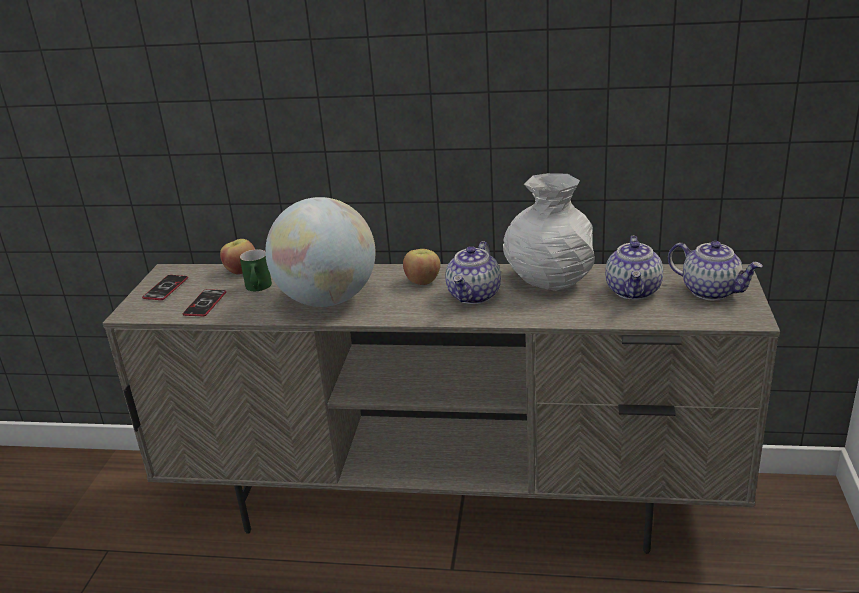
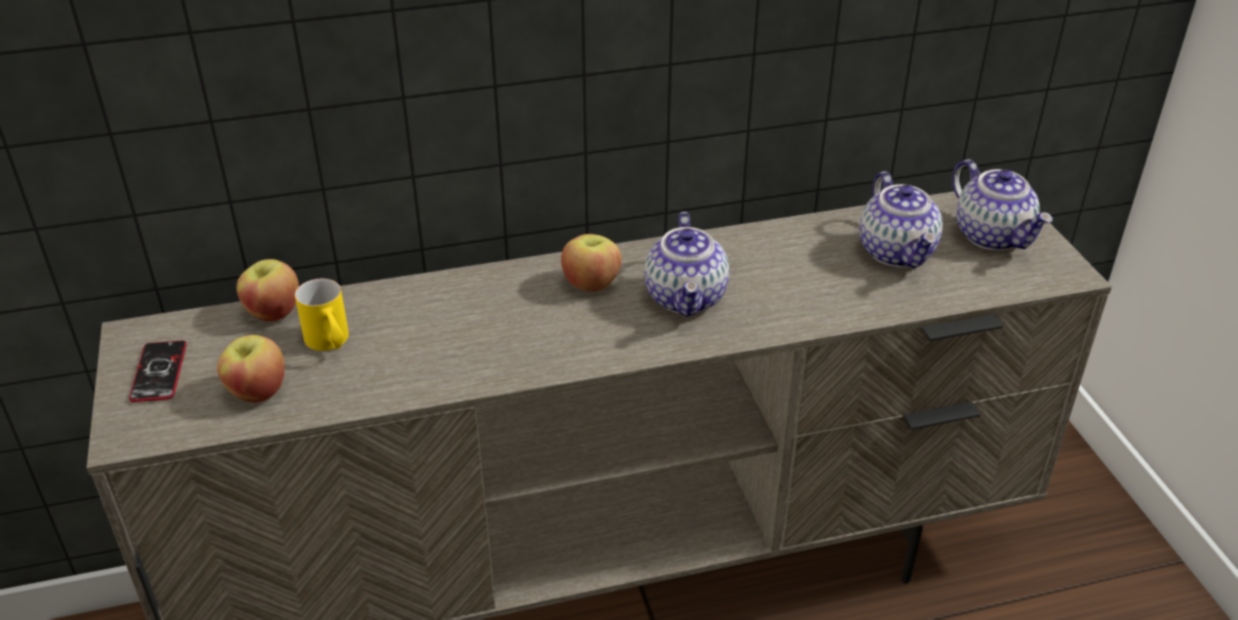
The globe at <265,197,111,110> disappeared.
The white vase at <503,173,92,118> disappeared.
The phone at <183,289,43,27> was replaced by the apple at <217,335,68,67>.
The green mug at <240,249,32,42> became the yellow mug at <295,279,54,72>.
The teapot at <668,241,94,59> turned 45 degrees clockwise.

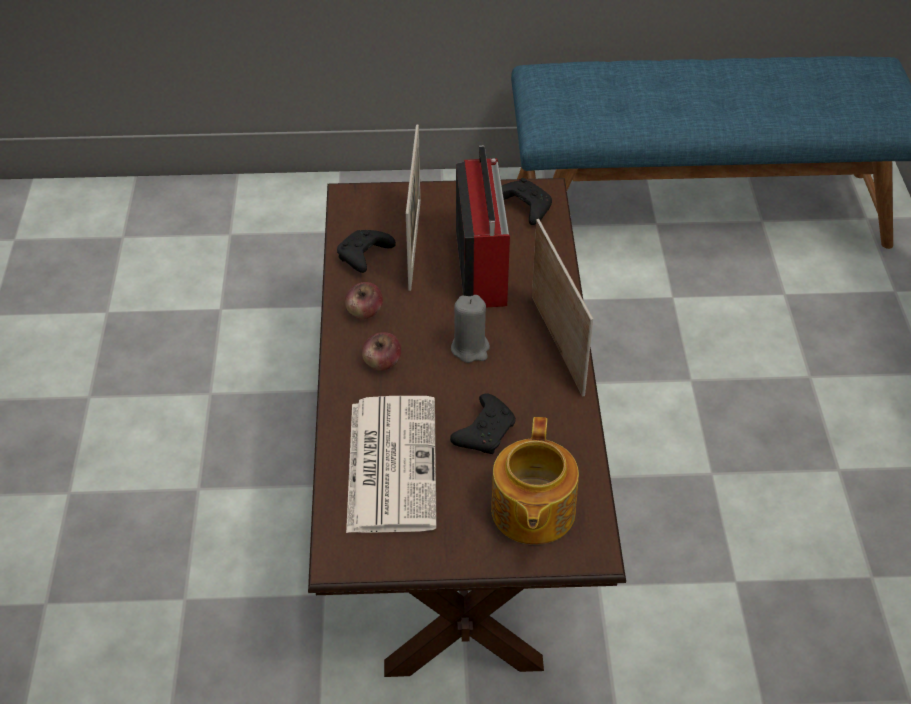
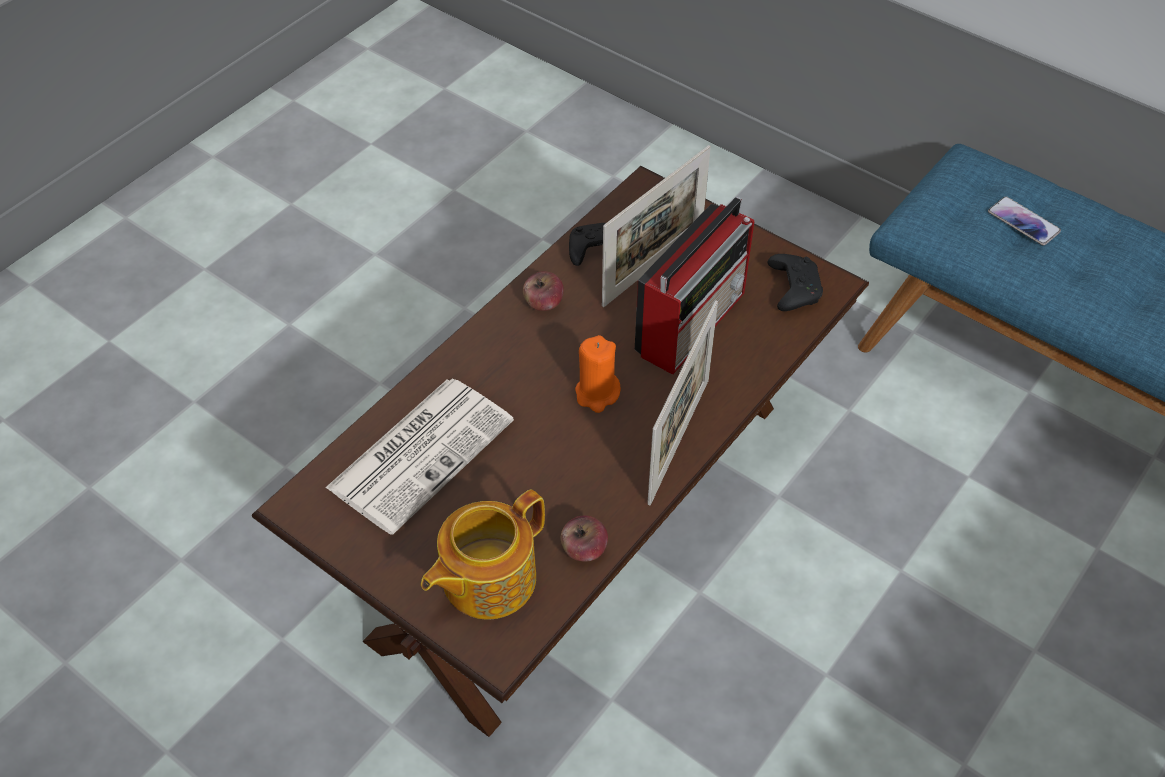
The black game controller at <450,393,66,61> disappeared.
The phone at <988,197,73,49> appeared.
The apple moved from <362,332,39,39> to <561,515,47,47>.
The grey candle at <451,295,39,68> became the orange candle at <575,335,46,78>.

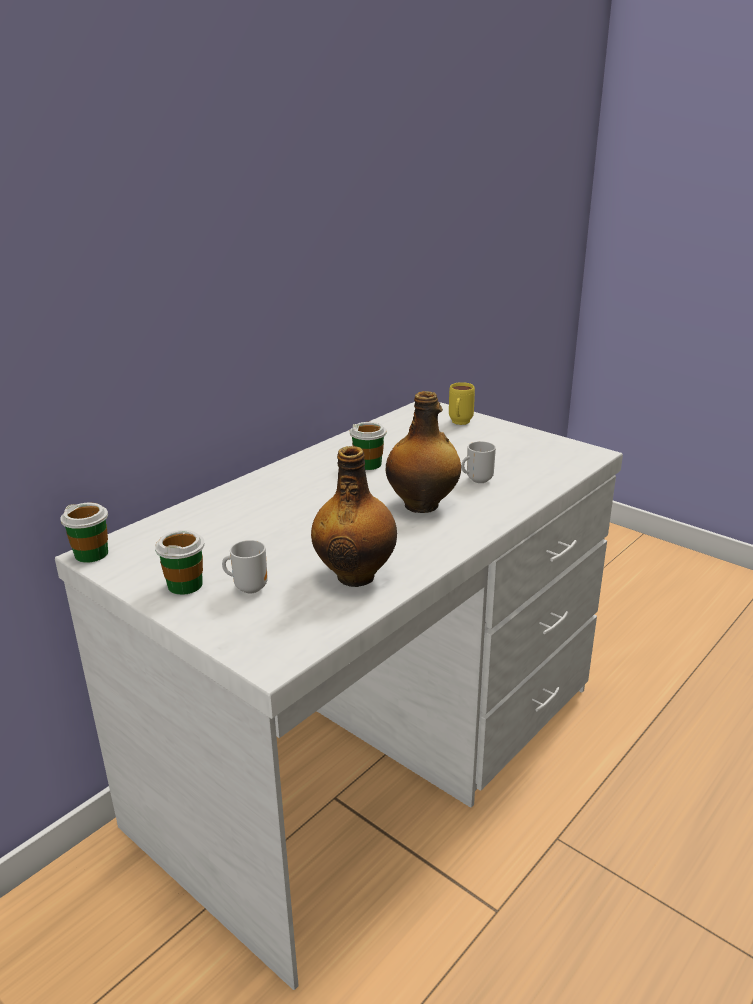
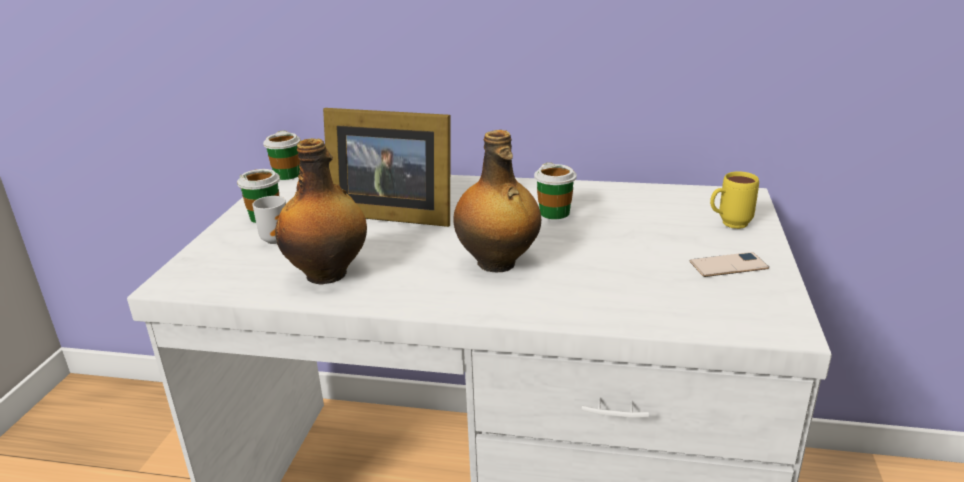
The mug at <461,441,35,42> disappeared.
The picture frame at <323,108,128,119> appeared.
The phone at <690,252,79,25> appeared.

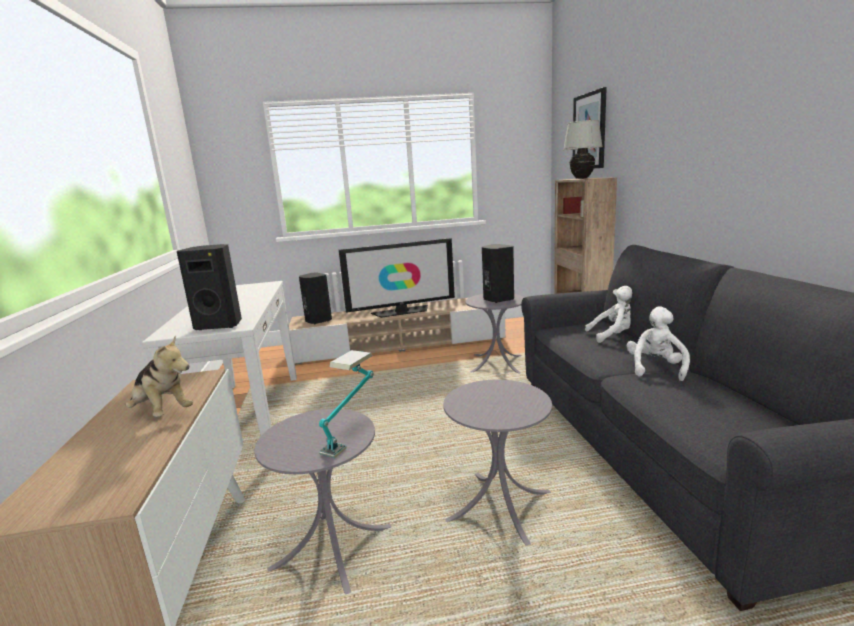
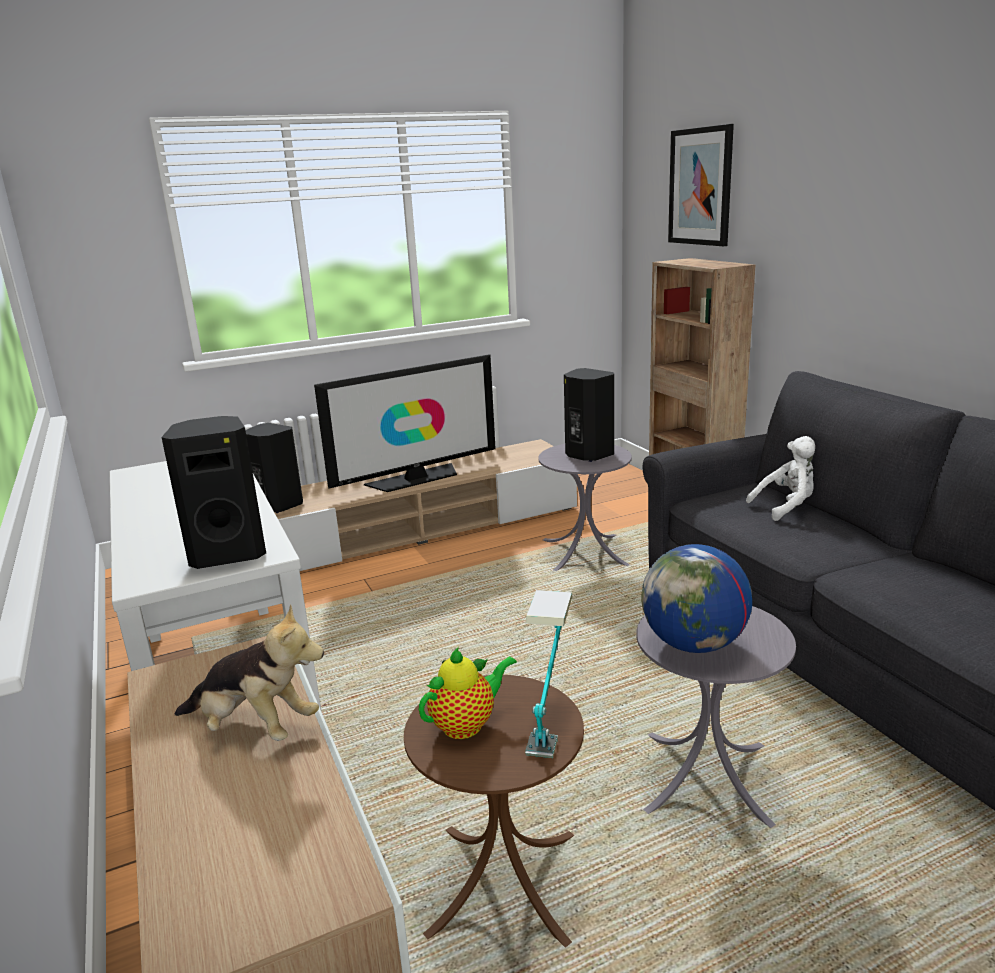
The white table lamp at <563,120,40,59> disappeared.
The white plush toy at <627,306,63,75> disappeared.
The teapot at <418,647,99,92> appeared.
The globe at <641,544,111,109> appeared.
The grey side table at <255,409,137,186> became the brown side table at <404,675,180,272>.

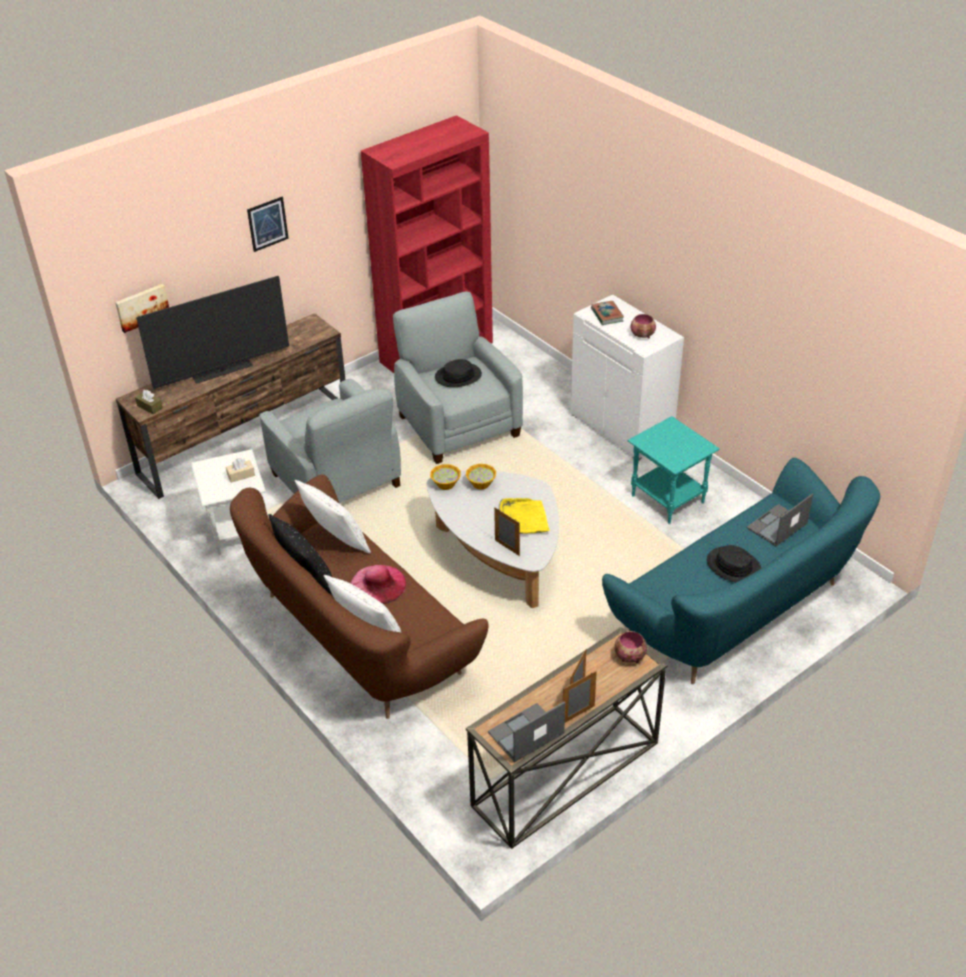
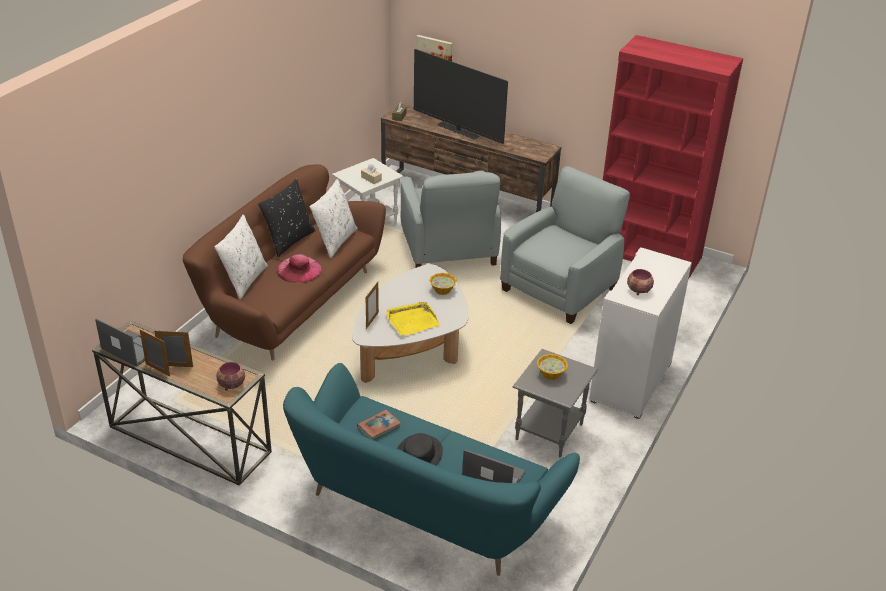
The picture at <247,197,42,55> disappeared.
The black hat at <435,359,47,28> disappeared.
The bowl moved from <430,464,31,26> to <537,354,31,26>.
The book moved from <591,301,33,24> to <357,410,44,30>.
The turquoise side table at <627,416,93,108> became the grey side table at <512,349,86,108>.
The grey armchair at <259,379,142,124> turned 45 degrees counterclockwise.

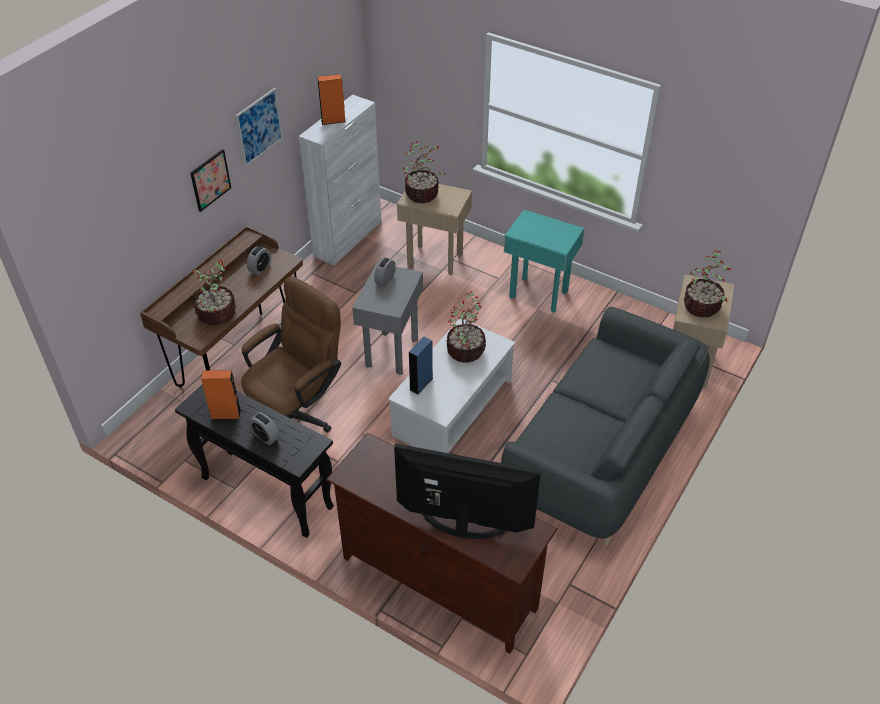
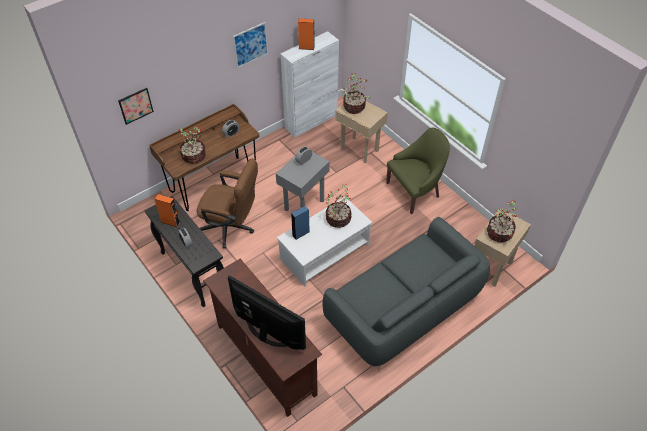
The picture moved from <190,149,41,63> to <118,88,36,37>.
The turquoise side table at <504,210,80,103> was replaced by the green armchair at <386,128,64,86>.
The brown office chair at <241,276,100,156> turned 45 degrees clockwise.

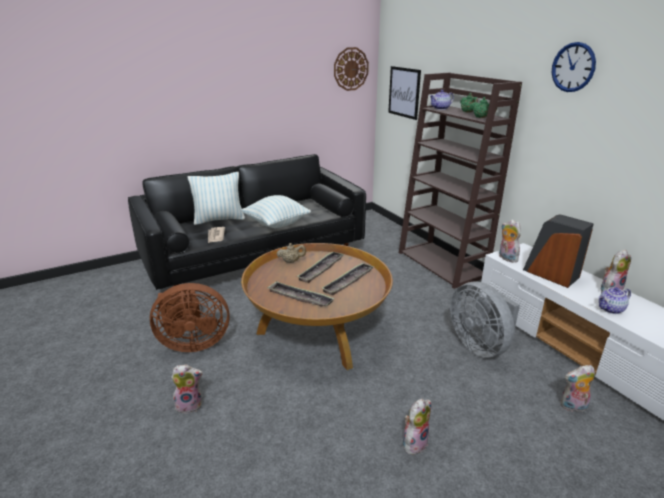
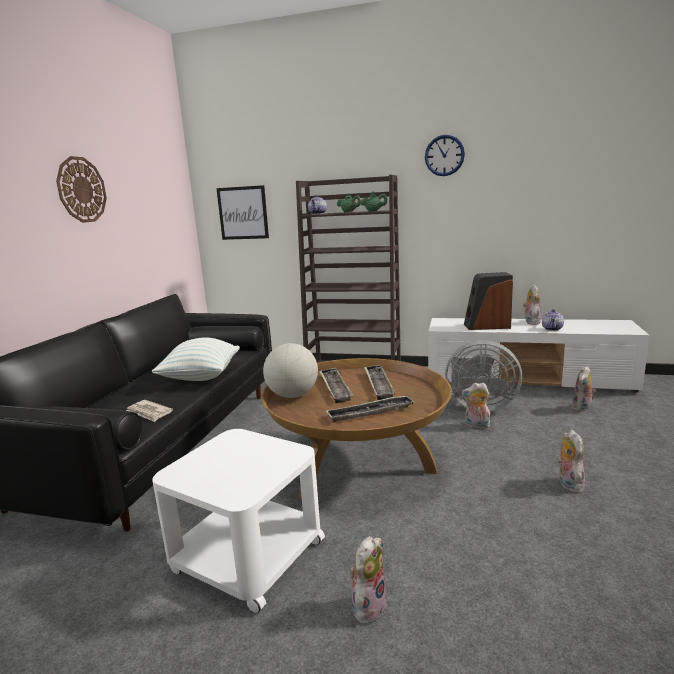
The pillow at <188,172,57,53> disappeared.
The wall clock moved from <334,47,35,44> to <56,156,51,67>.
The plush toy moved from <499,220,22,43> to <462,383,28,46>.
The brown fan at <150,283,80,69> was replaced by the white side table at <152,429,173,184>.
The beige teapot at <277,243,29,20> was replaced by the globe at <263,343,55,55>.

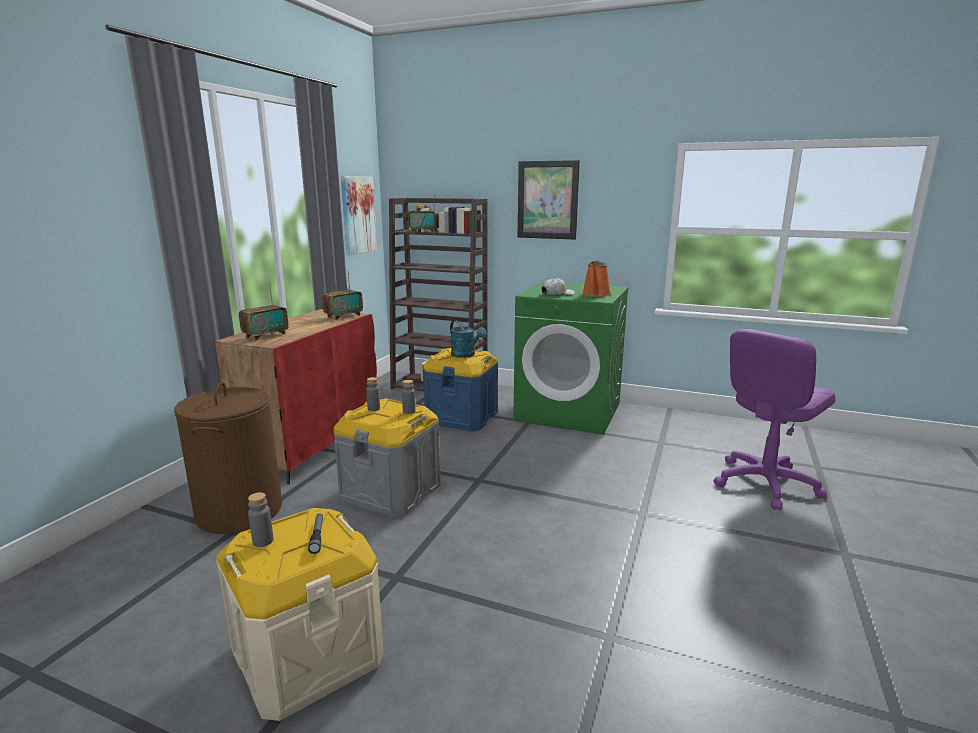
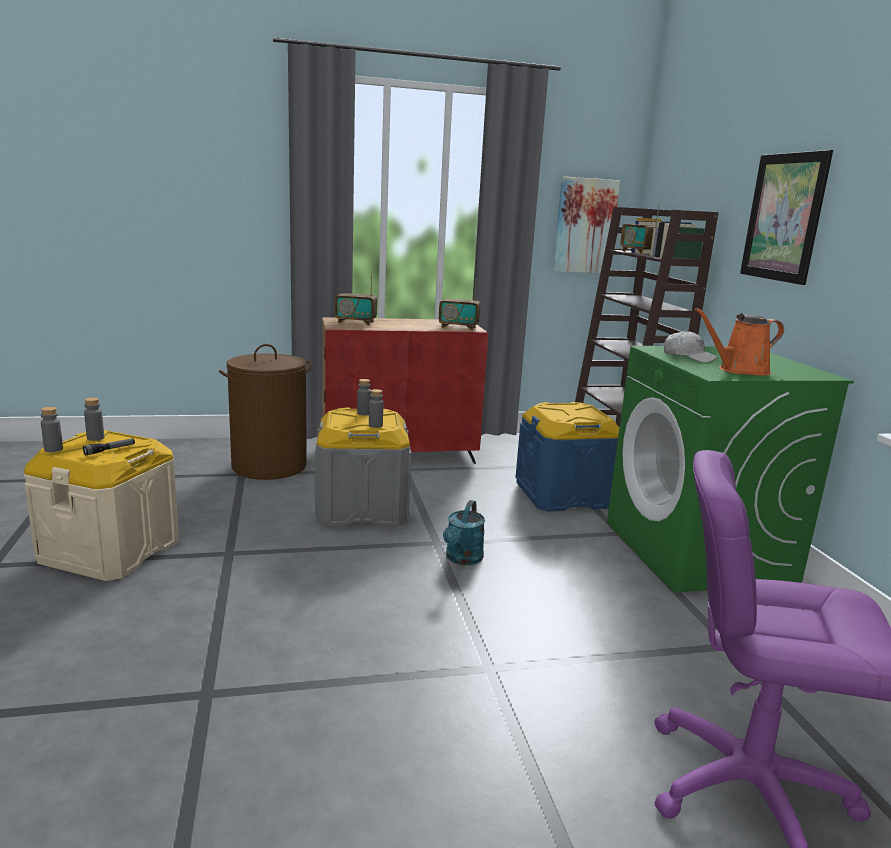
The grey bottle at <41,407,22,45> appeared.
The turquoise watering can moved from <450,320,37,38> to <443,500,42,65>.

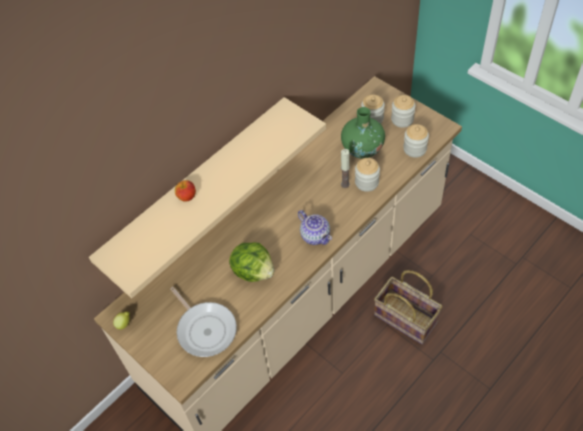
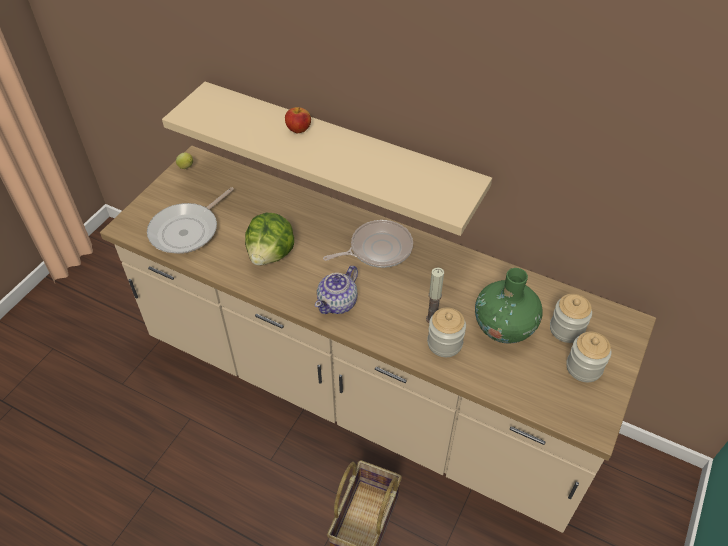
The jar at <403,124,26,34> disappeared.
The frying pan at <323,220,90,48> appeared.

